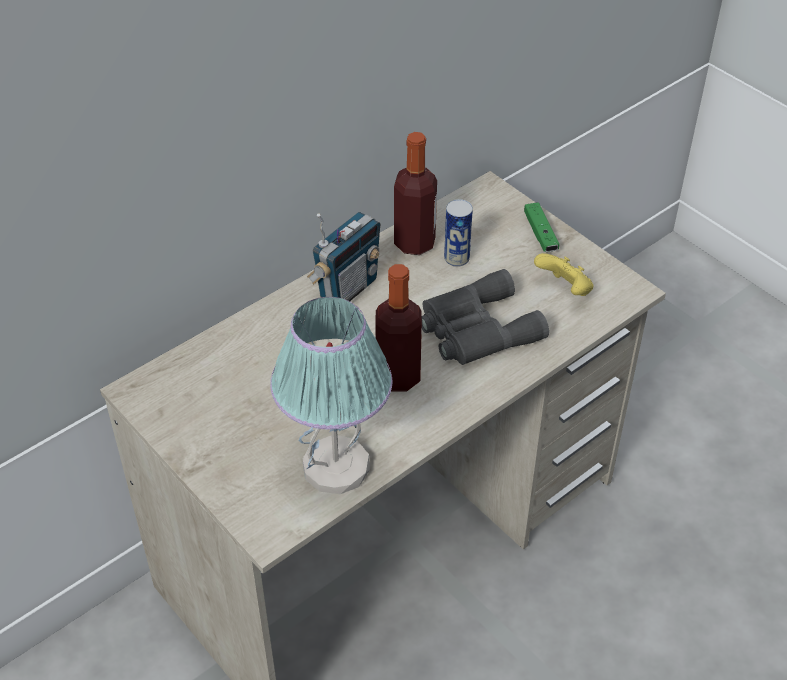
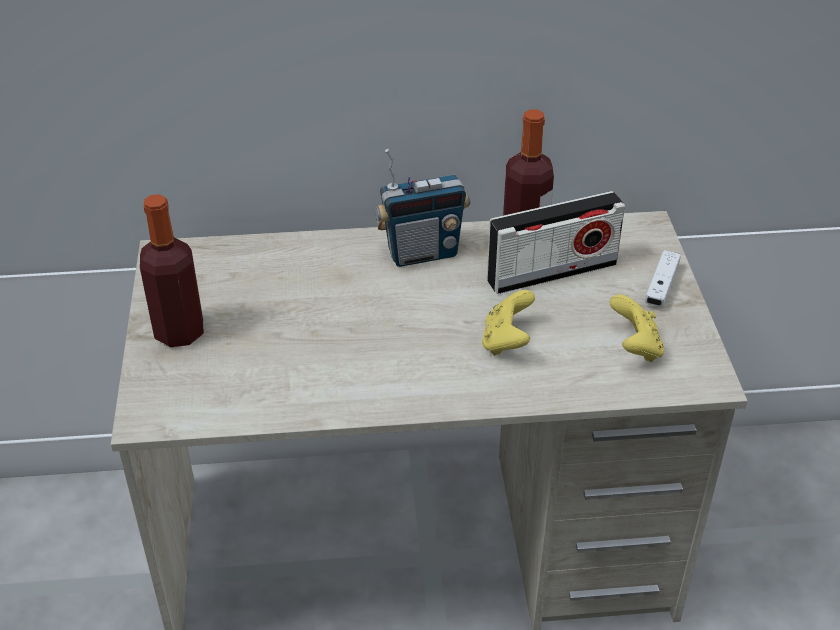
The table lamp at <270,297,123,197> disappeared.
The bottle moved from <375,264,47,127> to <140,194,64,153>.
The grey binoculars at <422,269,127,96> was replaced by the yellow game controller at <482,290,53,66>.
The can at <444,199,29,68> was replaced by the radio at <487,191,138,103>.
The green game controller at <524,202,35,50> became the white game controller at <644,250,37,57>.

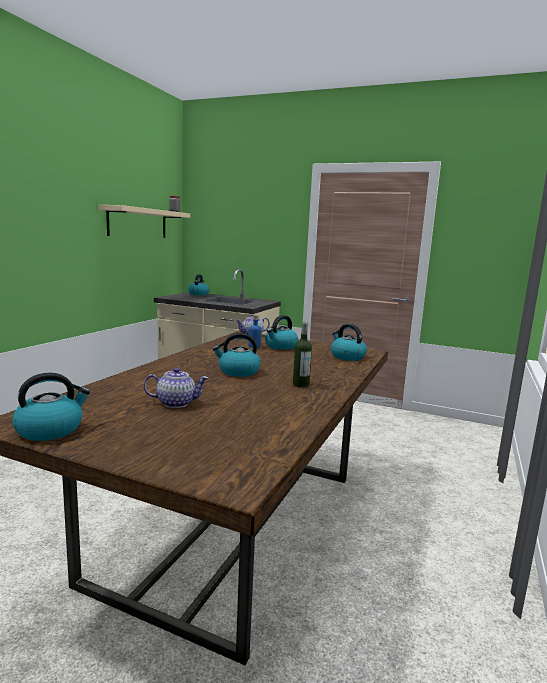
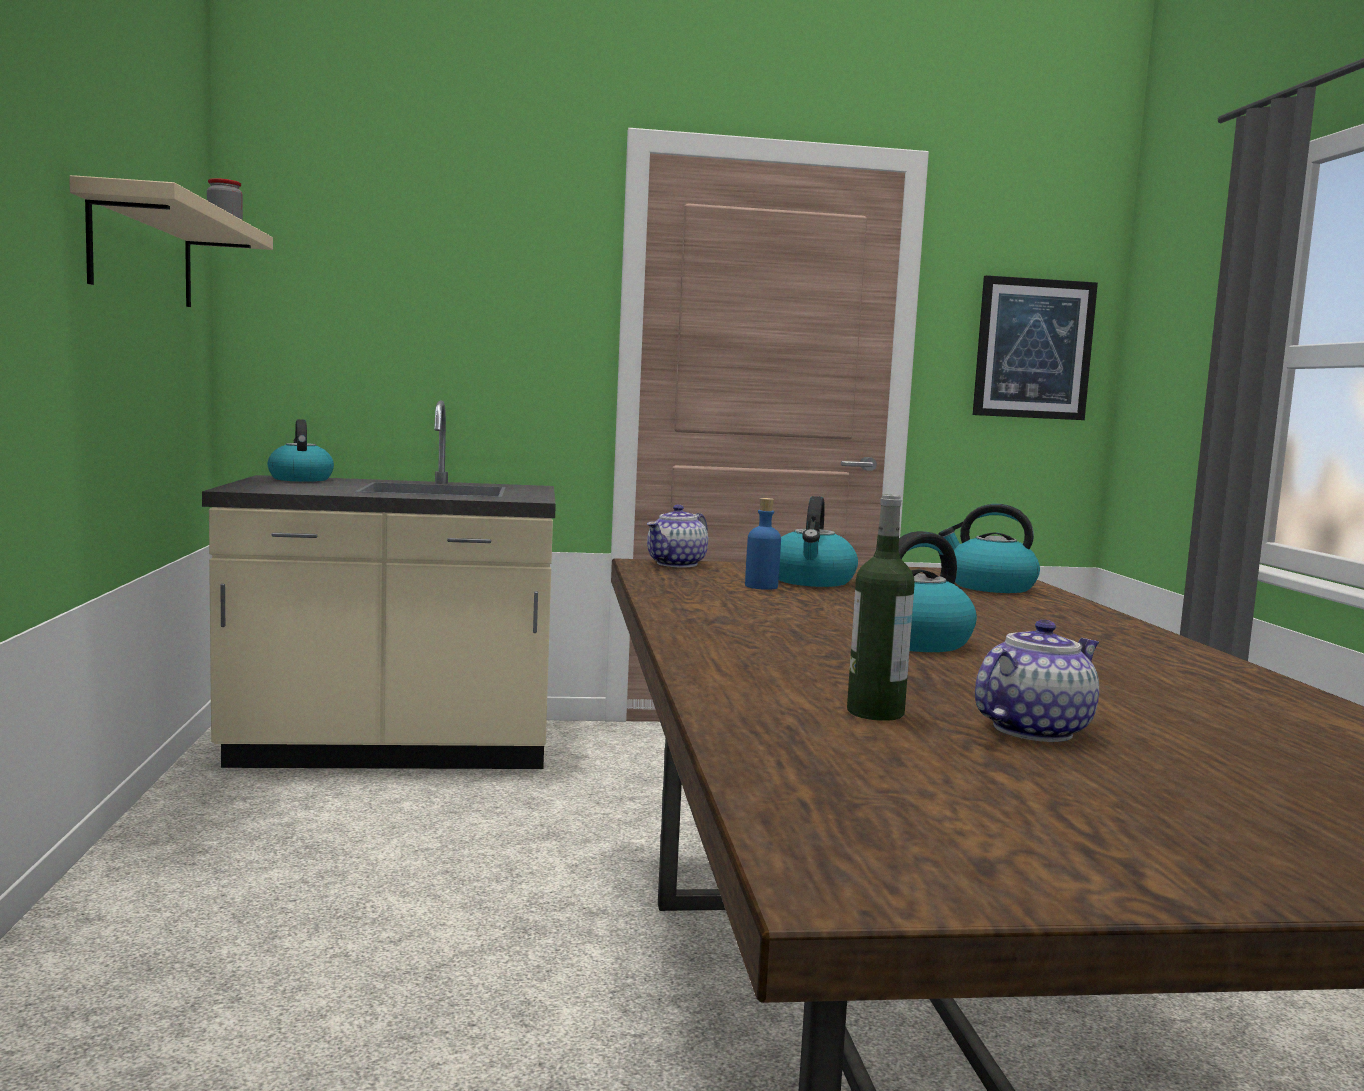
The kettle at <12,373,78,68> disappeared.
The picture at <972,275,126,145> appeared.
The bottle moved from <293,322,19,66> to <847,495,68,226>.

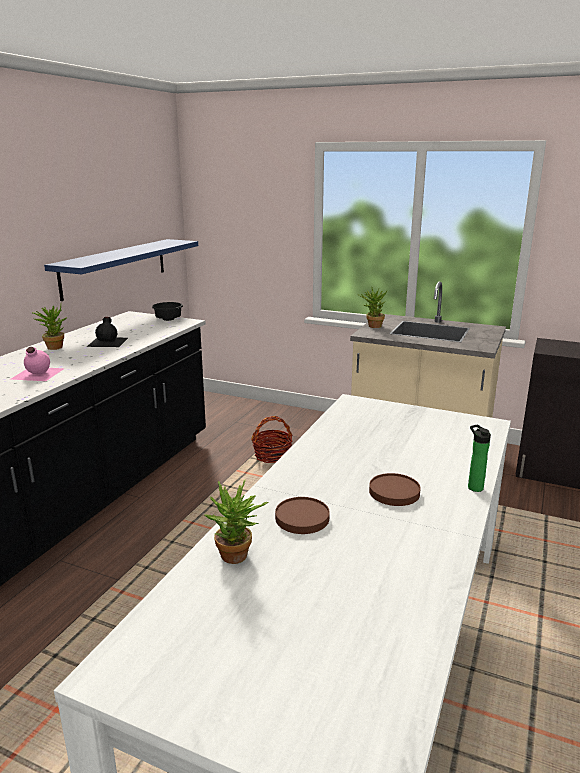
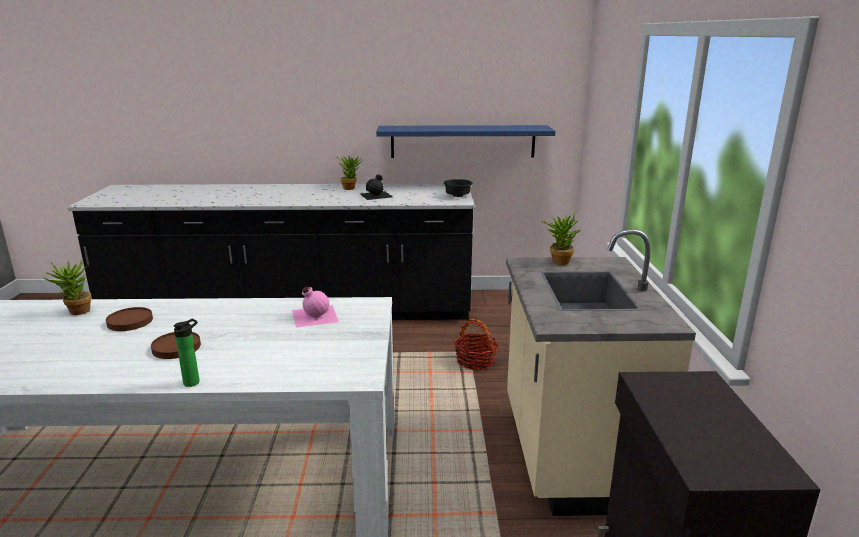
The pink bottle moved from <11,347,54,34> to <292,286,47,42>.

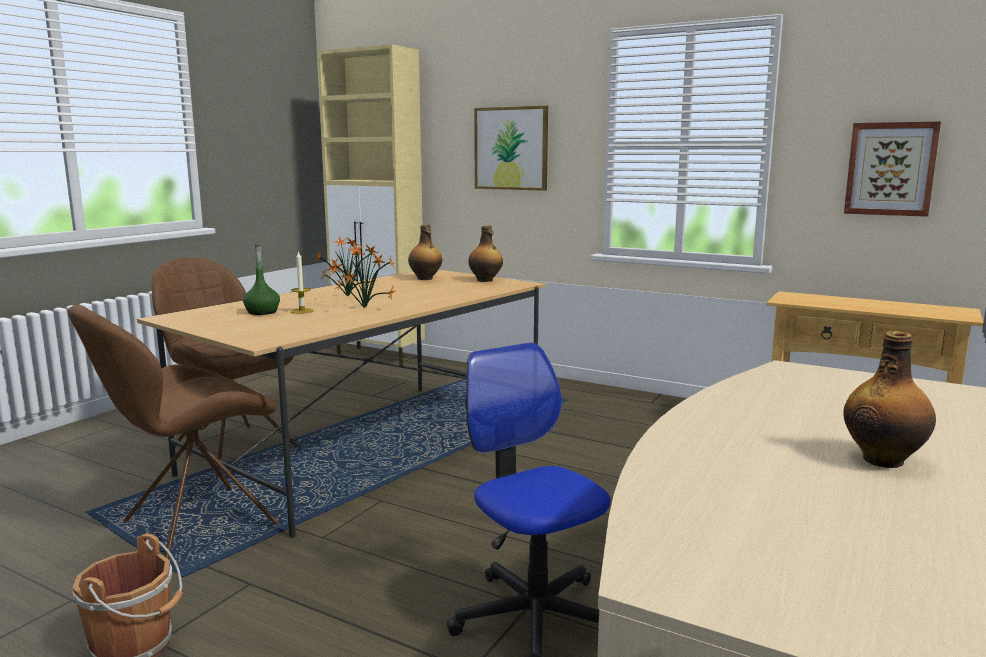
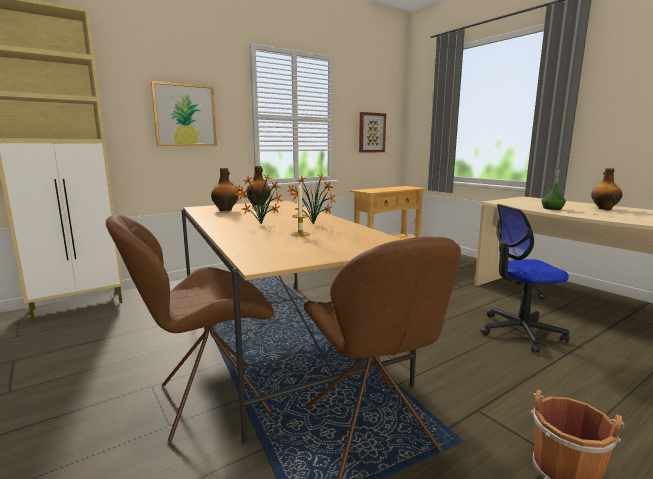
The green bottle moved from <243,245,37,70> to <542,168,24,42>.

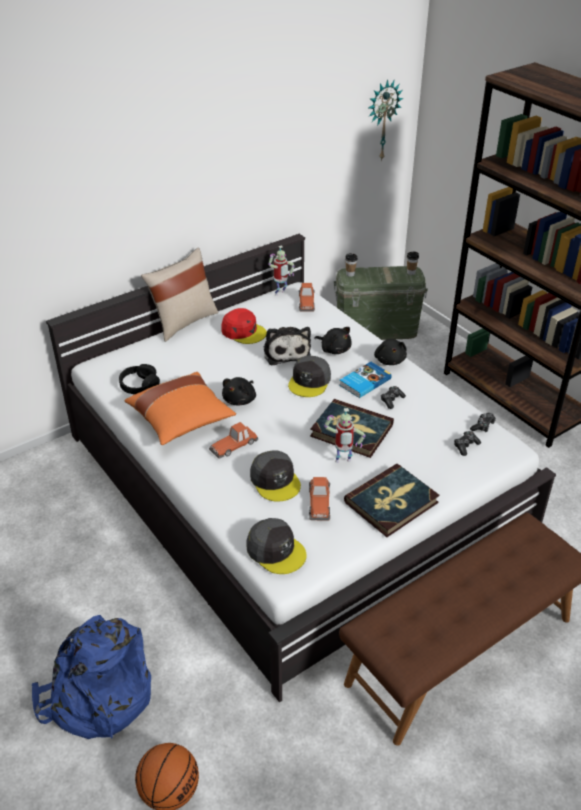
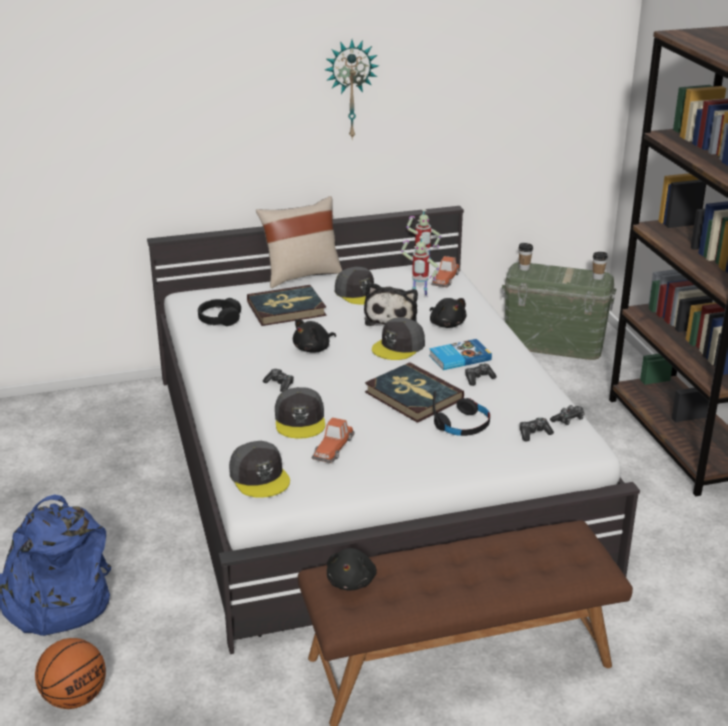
The orange pillow at <124,372,112,73> disappeared.
The black headphones at <433,391,57,45> appeared.
The toy robot moved from <324,408,42,55> to <401,236,38,62>.
The book moved from <344,464,96,73> to <247,285,80,41>.
The wall clock moved from <369,79,34,82> to <325,40,54,99>.
The black plush toy moved from <374,339,33,26> to <327,548,50,42>.
The toy car at <209,422,49,37> was replaced by the game controller at <263,369,31,23>.
The red cap at <221,308,46,36> became the grey cap at <335,267,39,38>.

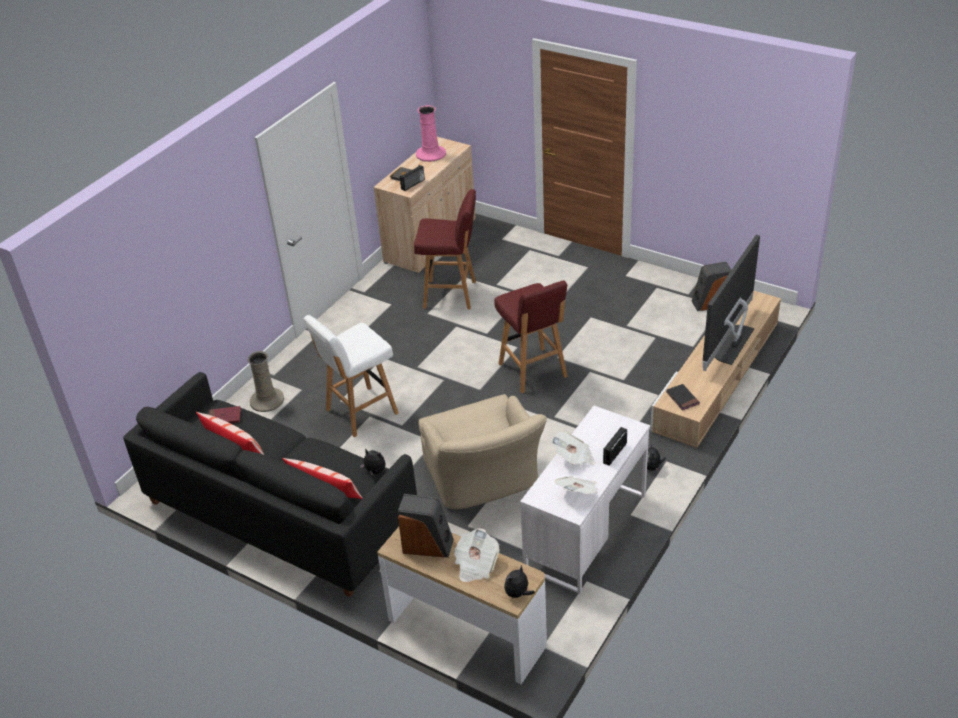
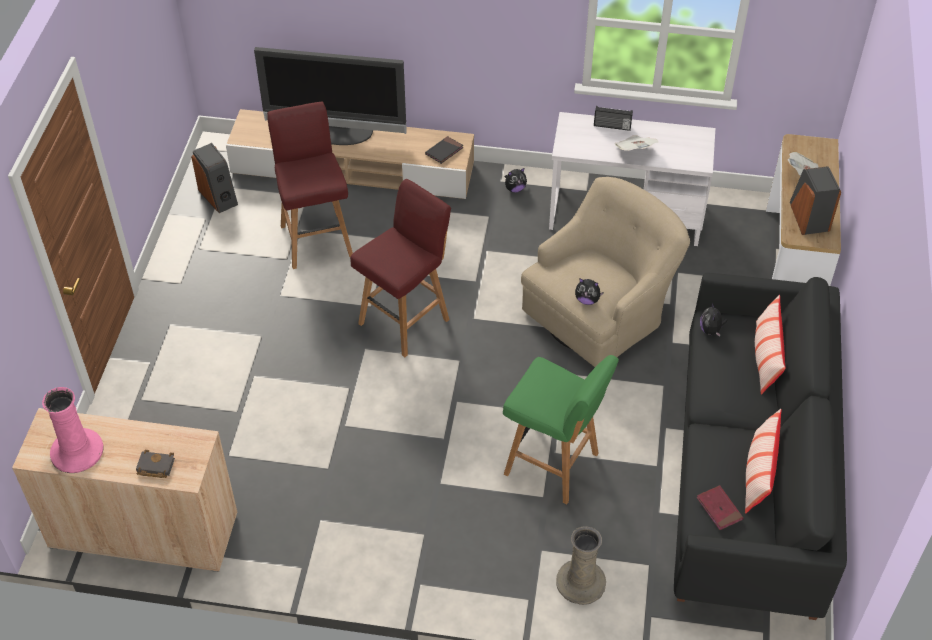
The radio at <400,165,25,26> disappeared.
The newspaper at <555,476,43,18> disappeared.
The red stool moved from <414,189,62,121> to <267,102,86,167>.
The plush toy moved from <504,565,31,34> to <575,278,29,27>.
The white stool at <303,315,96,122> became the green stool at <503,355,116,149>.

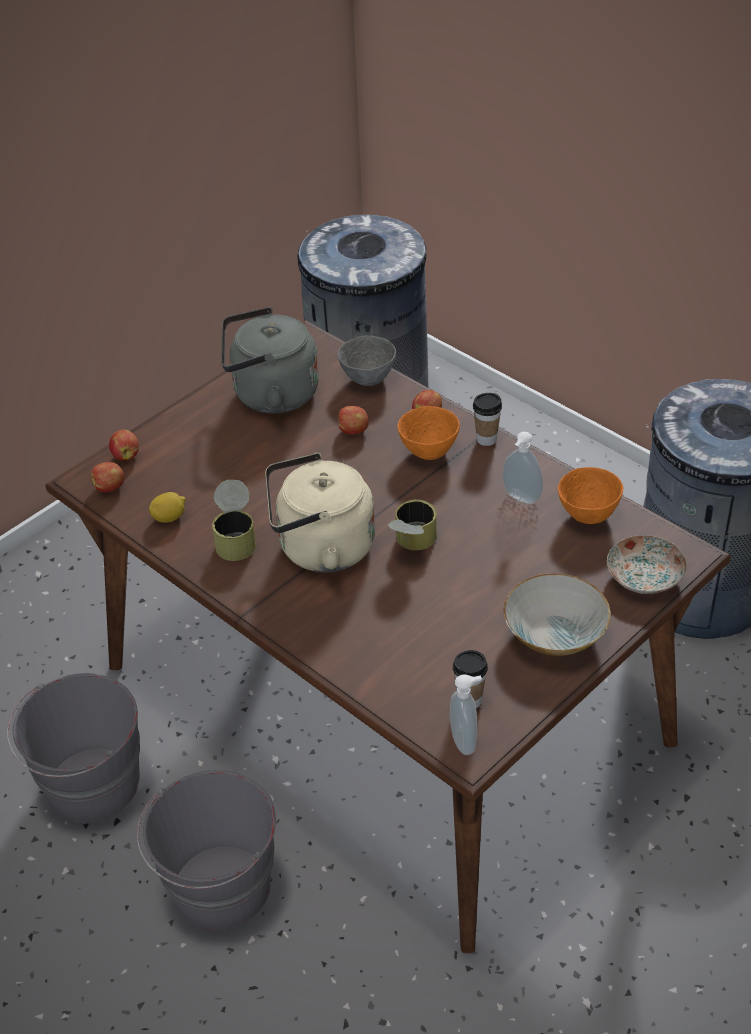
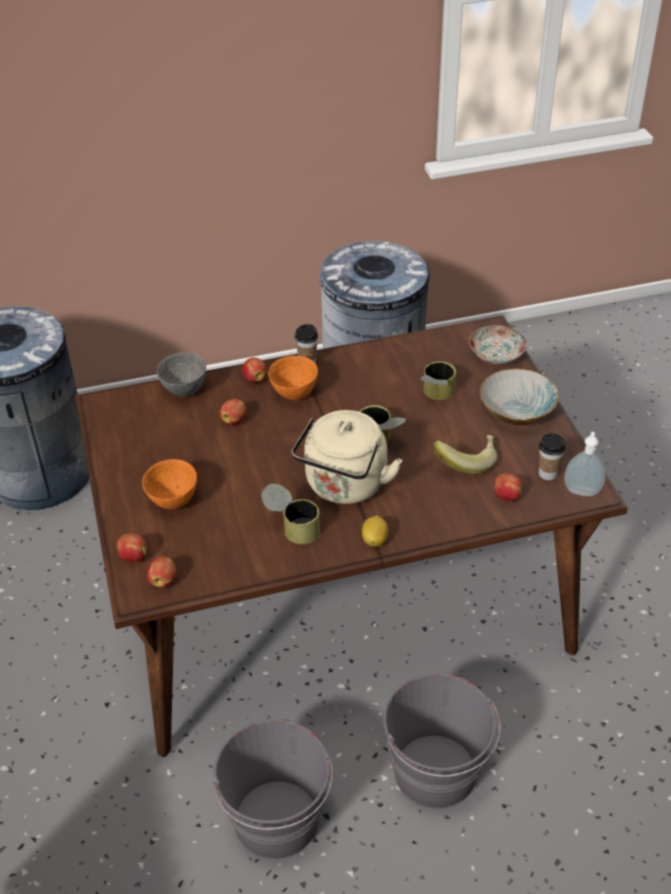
The grey kettle at <221,307,98,106> disappeared.
The soap dispenser at <503,432,40,72> disappeared.
The can at <420,361,36,39> appeared.
The banana at <433,435,64,39> appeared.
The apple at <494,474,28,27> appeared.
The lemon moved from <149,492,37,31> to <362,515,26,32>.
The orange bowl moved from <558,467,65,57> to <142,459,55,50>.

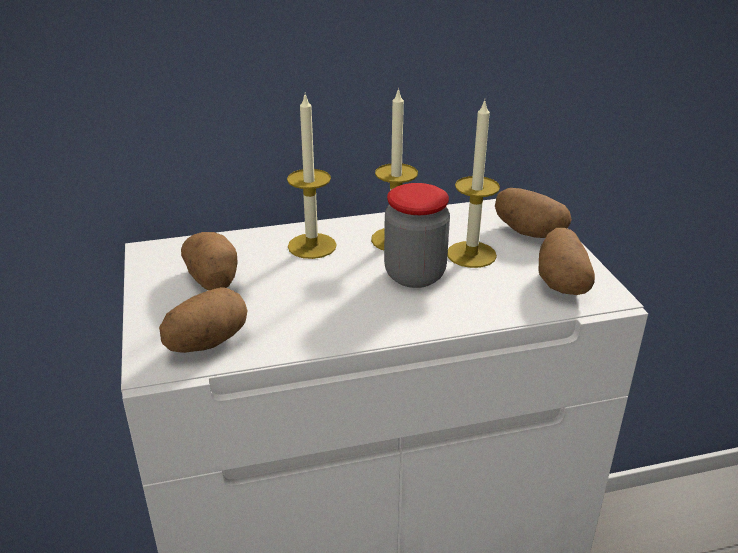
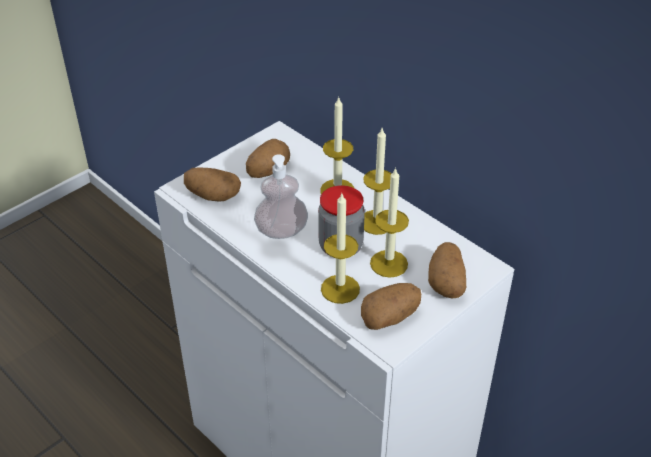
The soap dispenser at <254,154,54,85> appeared.
The candle at <321,194,39,110> appeared.

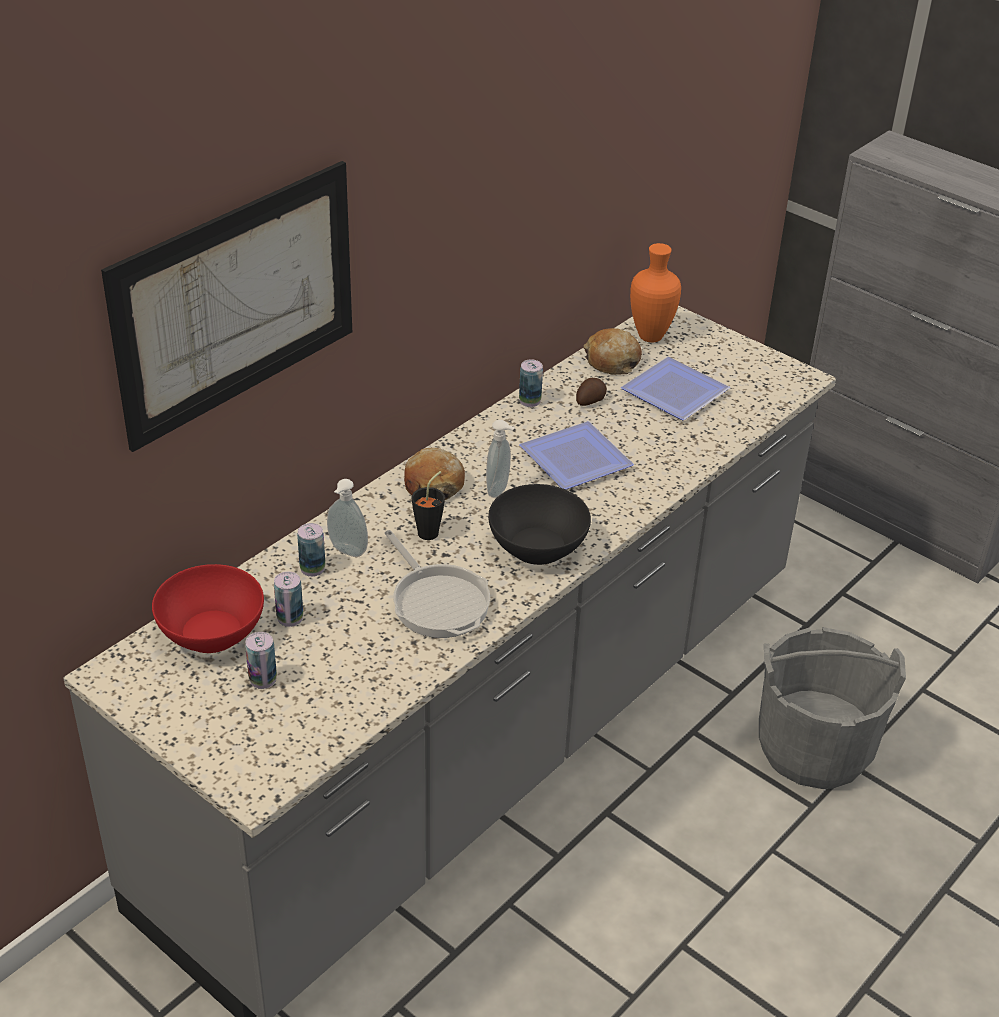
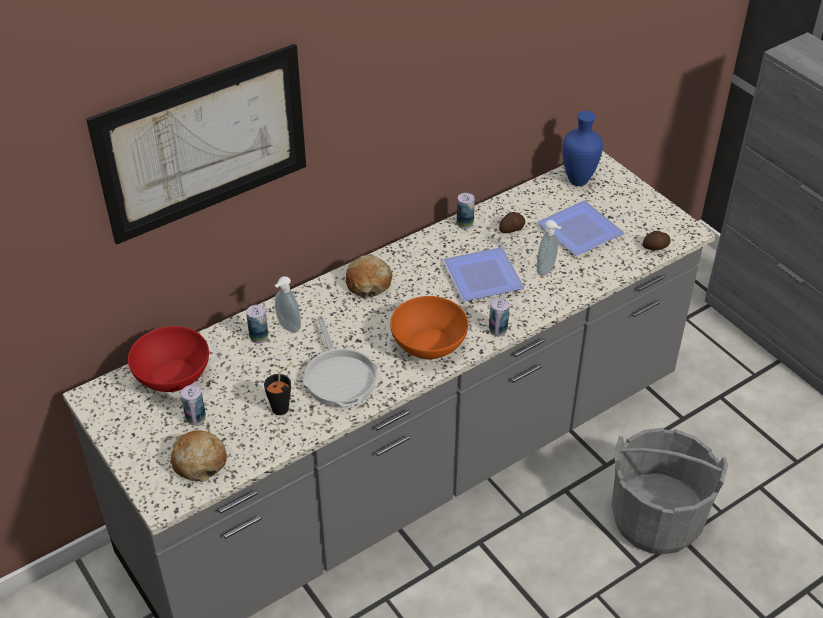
The potato at <643,231,28,19> appeared.
The can moved from <274,571,29,56> to <489,298,20,38>.
The black cup moved from <412,471,33,69> to <264,363,28,52>.
The soap dispenser moved from <486,420,29,78> to <537,220,24,56>.
The bread moved from <583,328,59,47> to <171,430,56,52>.
The black bowl at <488,484,103,81> became the orange bowl at <390,296,78,64>.
The orange vase at <630,243,51,99> became the blue vase at <562,111,41,75>.

